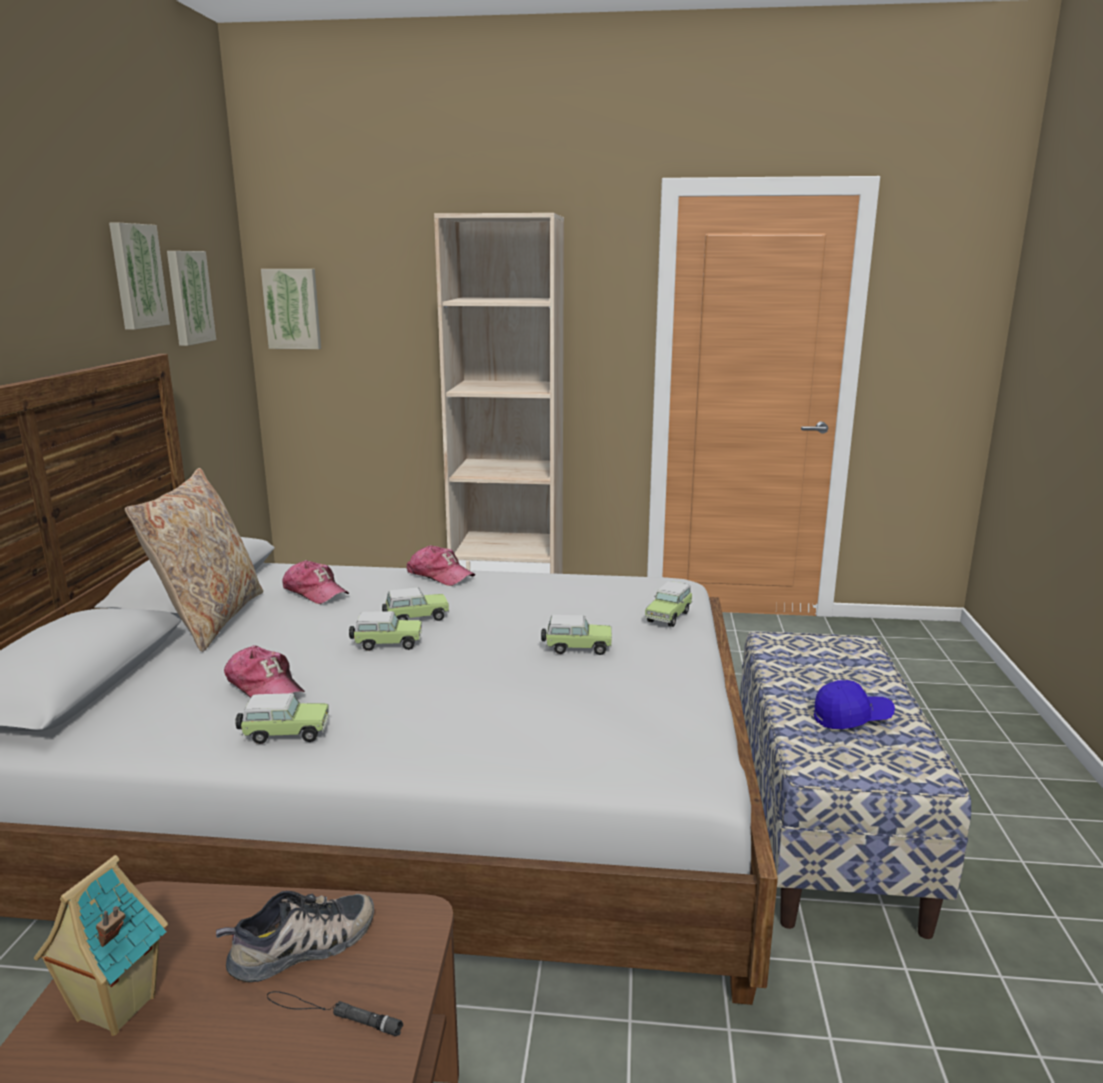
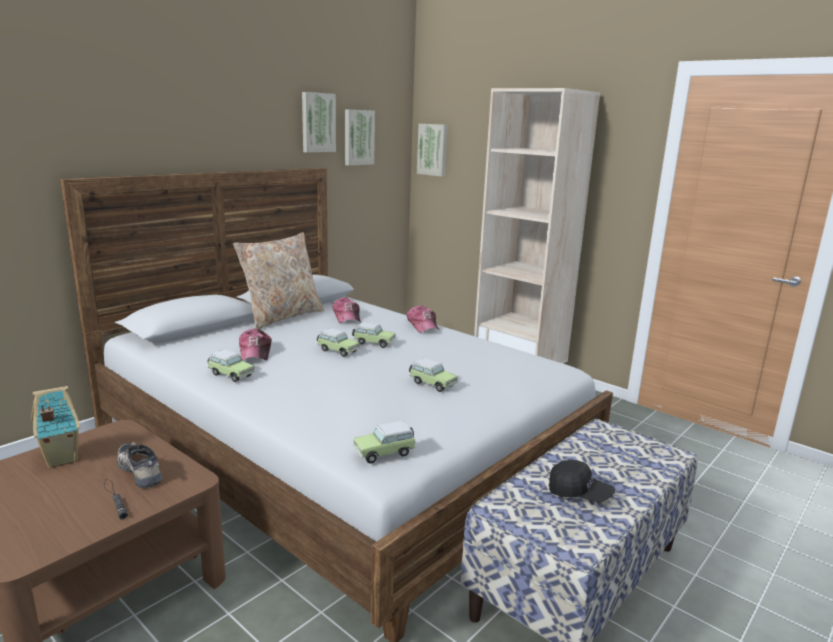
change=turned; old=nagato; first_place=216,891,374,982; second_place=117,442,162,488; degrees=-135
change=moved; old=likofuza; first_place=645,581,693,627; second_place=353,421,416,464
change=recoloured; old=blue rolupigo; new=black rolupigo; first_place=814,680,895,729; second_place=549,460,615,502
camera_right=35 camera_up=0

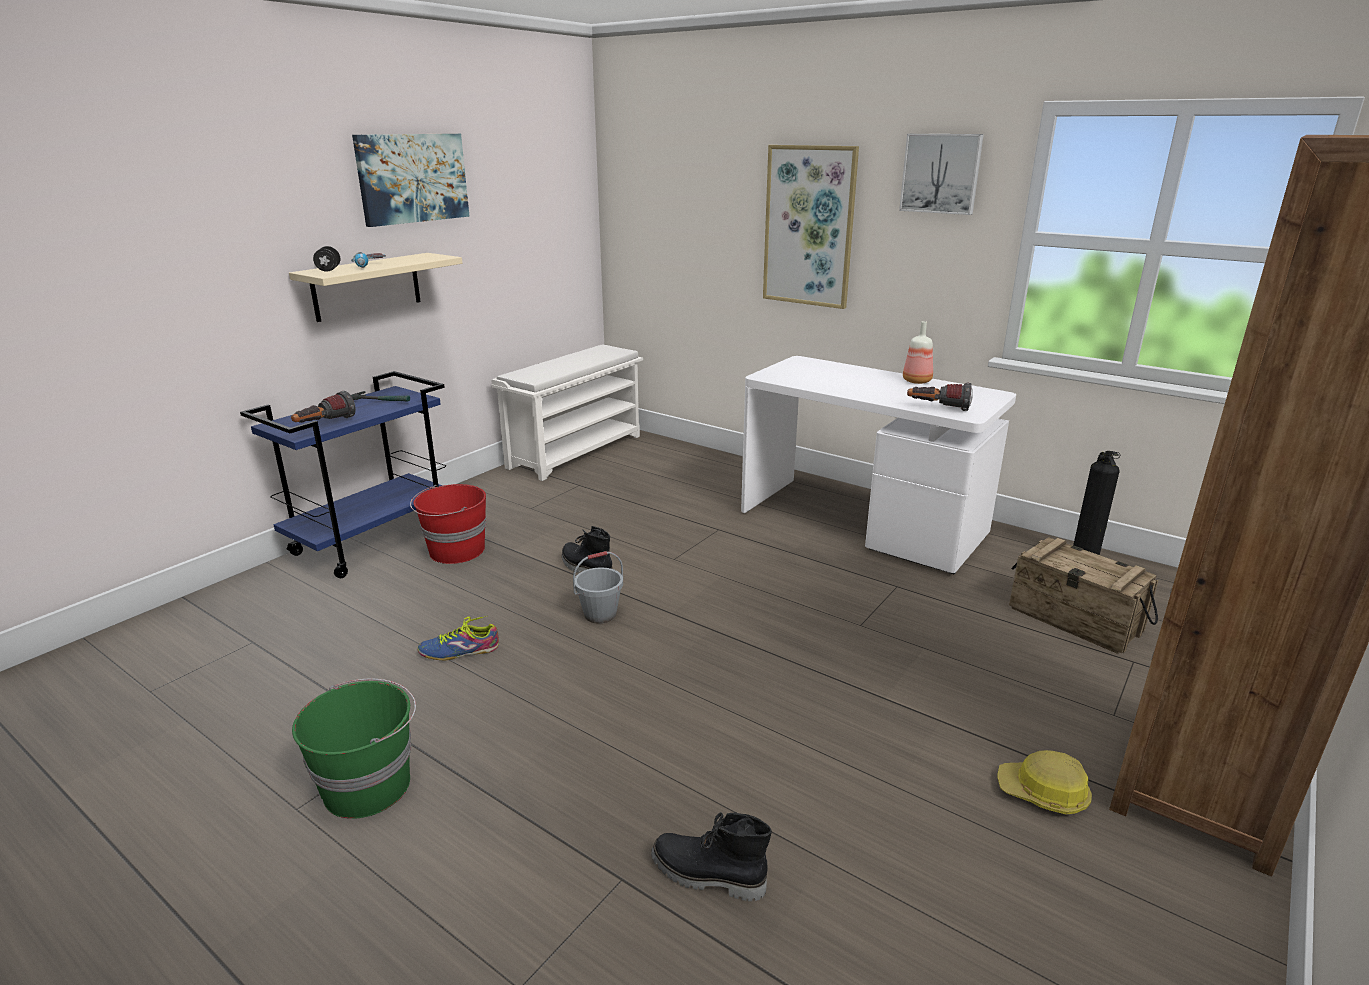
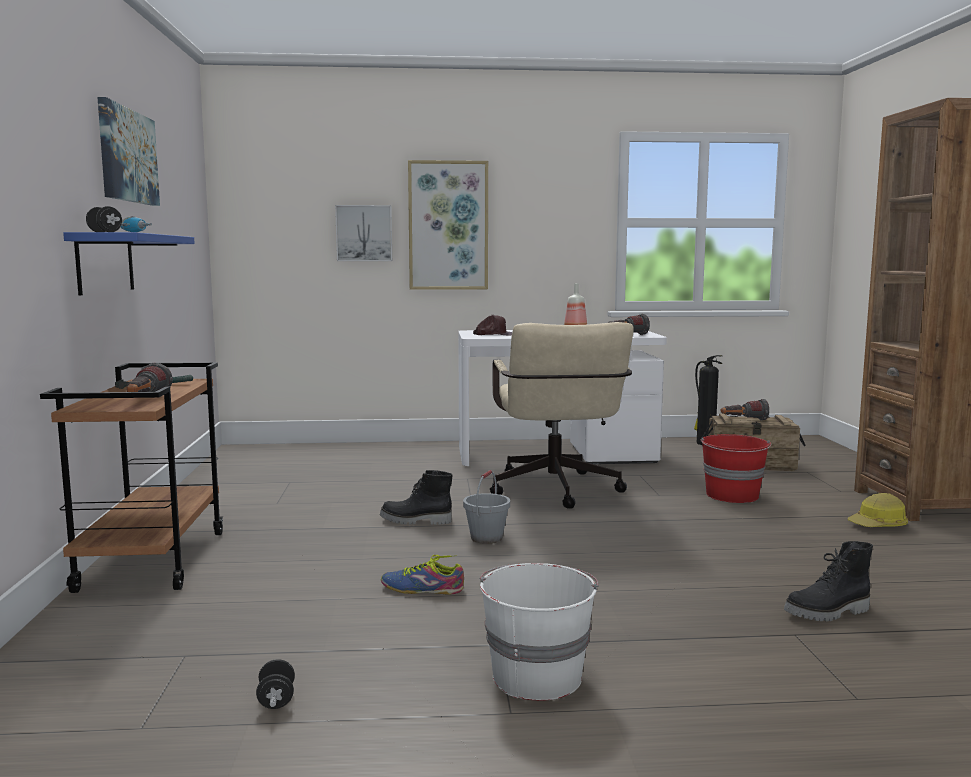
change=recoloured; old=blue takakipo; new=brown takakipo; first_place=240,371,446,578; second_place=40,362,223,593
change=recoloured; old=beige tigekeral; new=blue tigekeral; first_place=289,253,462,322; second_place=63,232,195,295
change=added; new=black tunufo; second_place=256,659,295,709
change=moved; old=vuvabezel; first_place=899,134,984,215; second_place=335,205,392,261
change=turned; old=nagato; first_place=417,616,499,660; second_place=381,555,464,594; degrees=60
change=added; new=brown rolupigo; second_place=473,315,512,336
change=recoloured; old=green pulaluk; new=white pulaluk; first_place=292,679,416,819; second_place=480,563,599,701
change=added; new=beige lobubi; second_place=490,322,634,509
change=moved; old=red pulaluk; first_place=410,484,486,564; second_place=700,434,771,503
change=added; new=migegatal; second_place=721,399,769,421
change=removed; old=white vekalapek; first_place=491,344,643,481
camera_right=-40 camera_up=-15

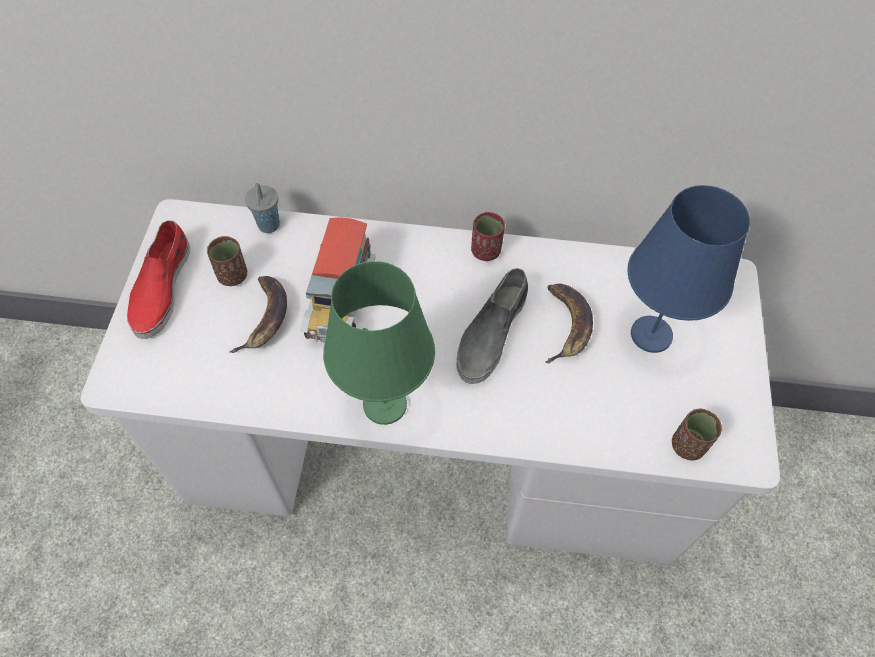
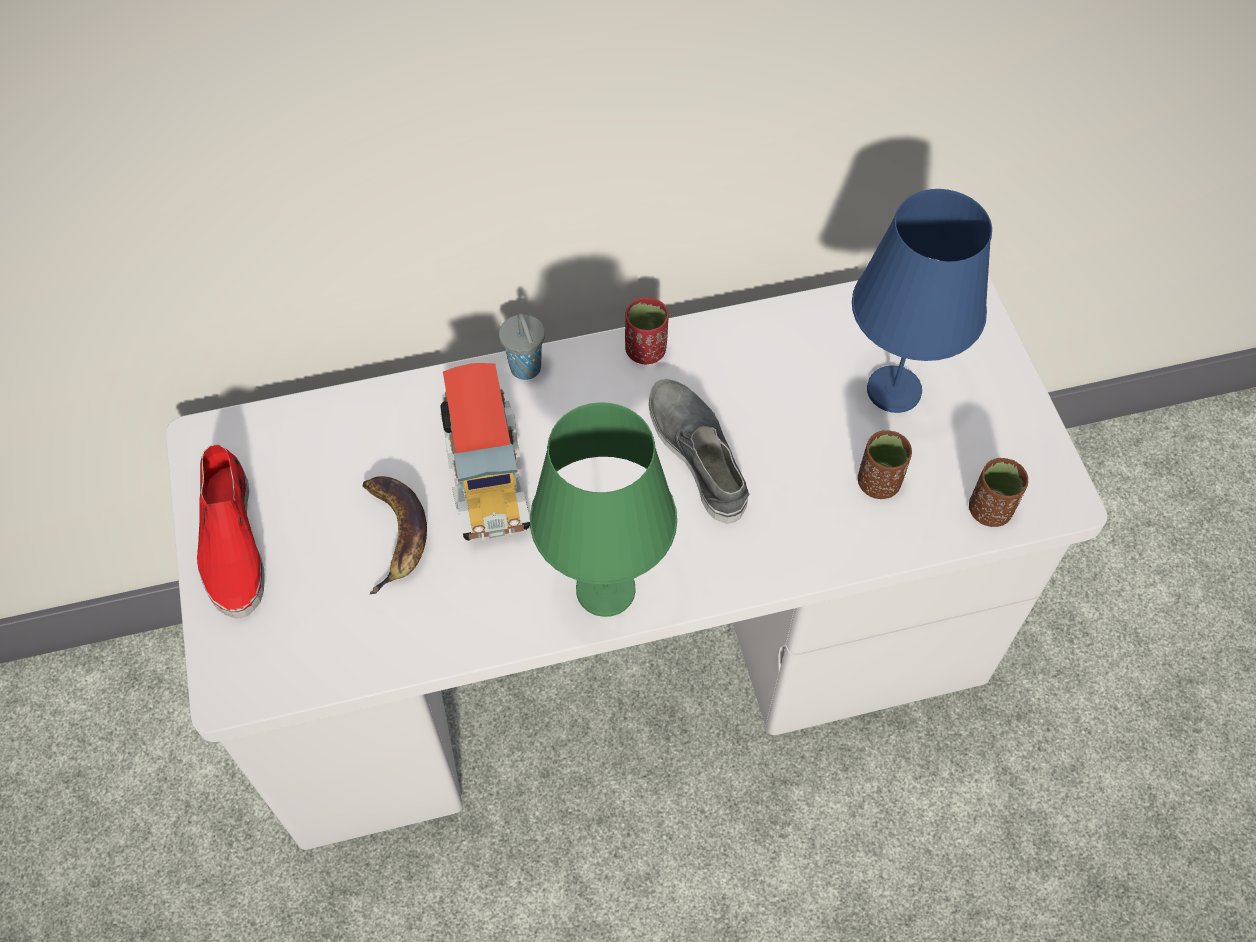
change=moved; old=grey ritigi; first_place=245,183,280,233; second_place=499,313,545,380
change=turned; old=grey nagato; first_place=457,268,528,384; second_place=649,379,750,524; degrees=150
change=moved; old=brown ritigi; first_place=207,236,247,286; second_place=858,430,912,499
change=removed; old=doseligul; first_place=545,284,593,363
camera_right=-20 camera_up=0

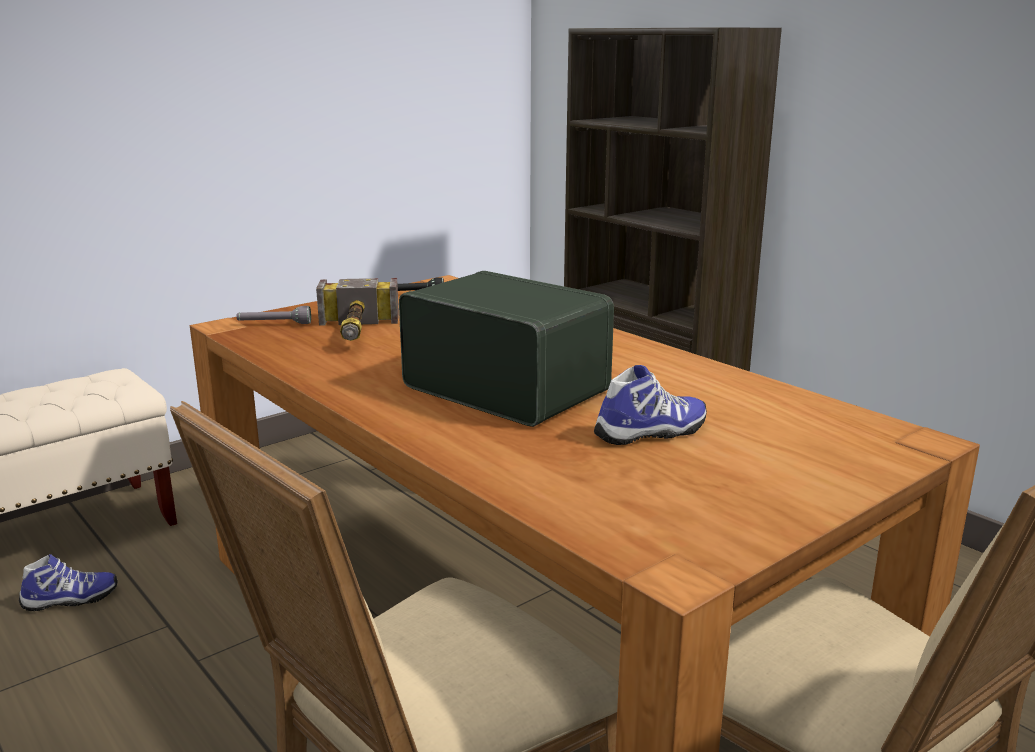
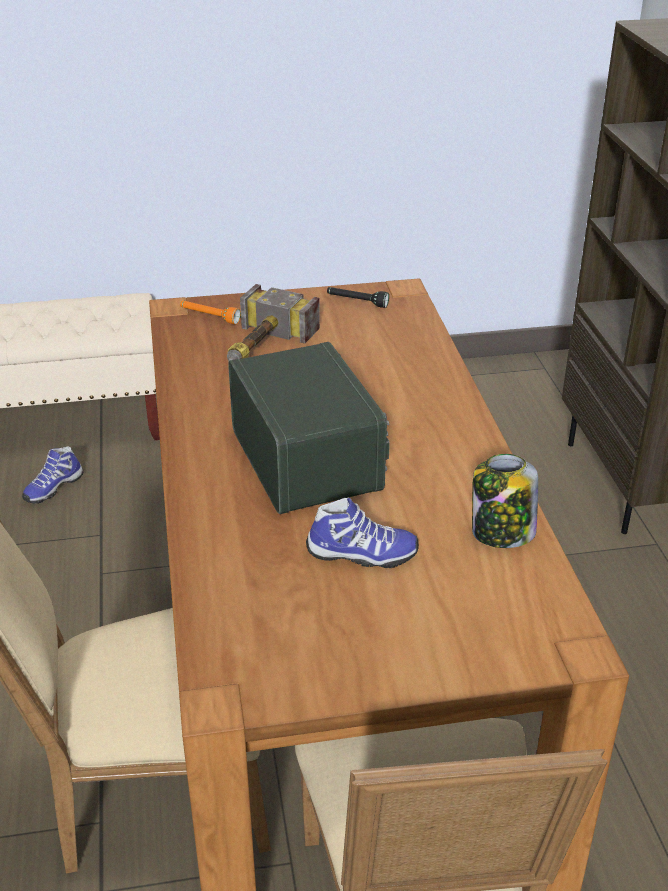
change=turned; old=nagato; first_place=19,554,118,611; second_place=22,446,84,504; degrees=120
change=recoloured; old=grey migegatal; new=orange migegatal; first_place=236,306,311,324; second_place=180,301,241,324
change=added; new=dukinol; second_place=472,454,538,548
camera_right=30 camera_up=15

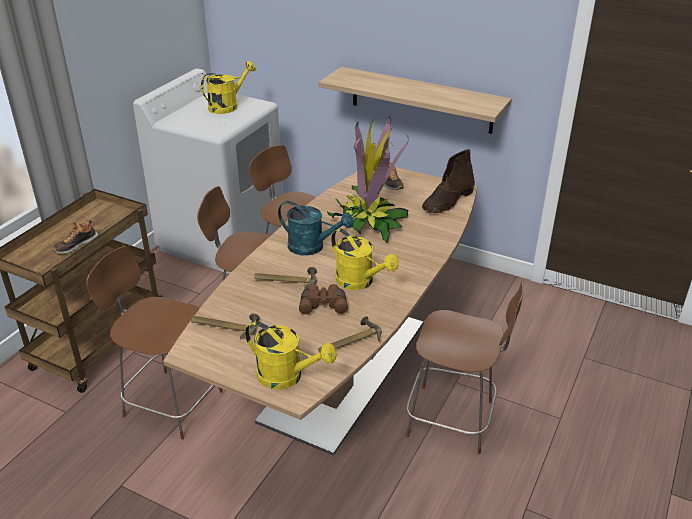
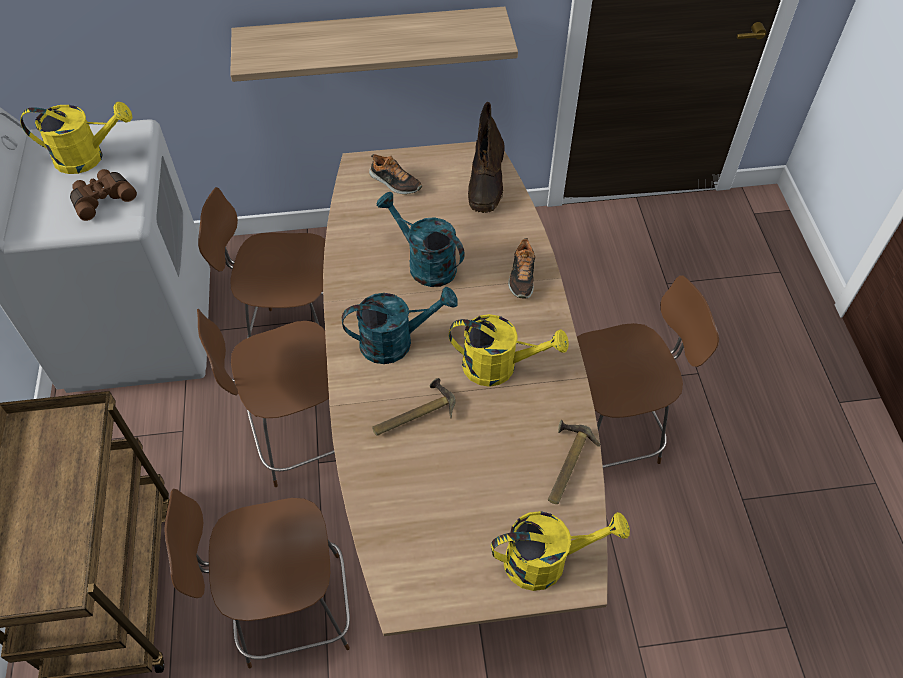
change=turned; old=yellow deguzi; first_place=201,61,256,114; second_place=20,102,132,174; degrees=75
change=moved; old=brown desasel; first_place=299,284,348,315; second_place=70,169,137,221
change=replaced; old=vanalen; new=turquoise deguzi; first_place=327,116,409,243; second_place=377,192,465,287
change=moved; old=nagato; first_place=53,220,98,254; second_place=508,238,536,299
change=removed; old=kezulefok; first_place=191,313,260,340
camera_right=-35 camera_up=20

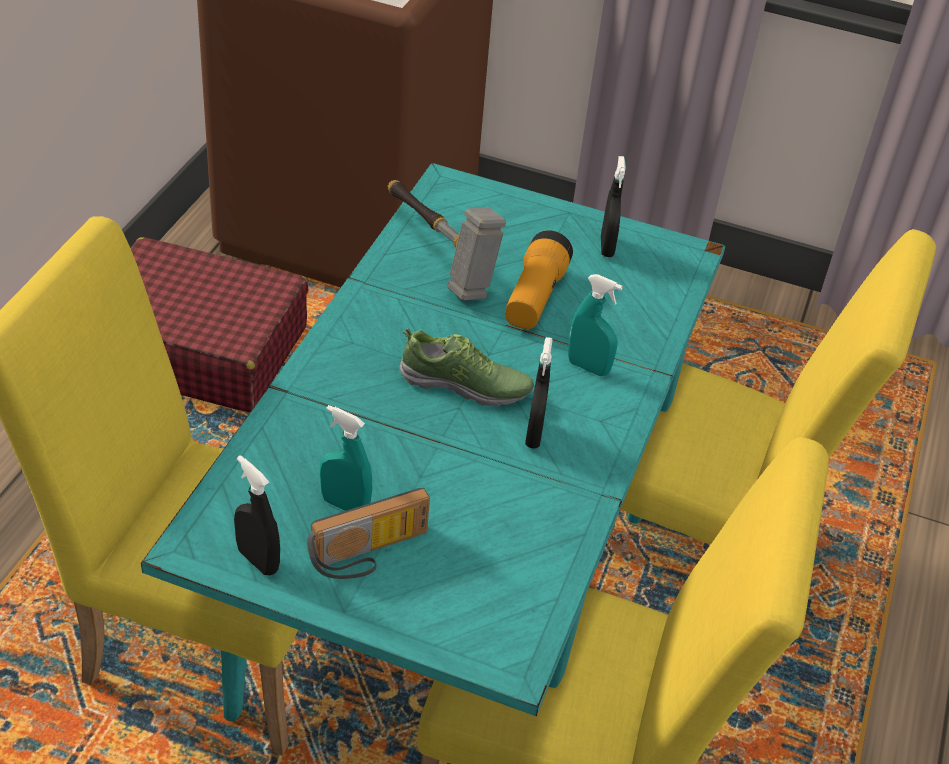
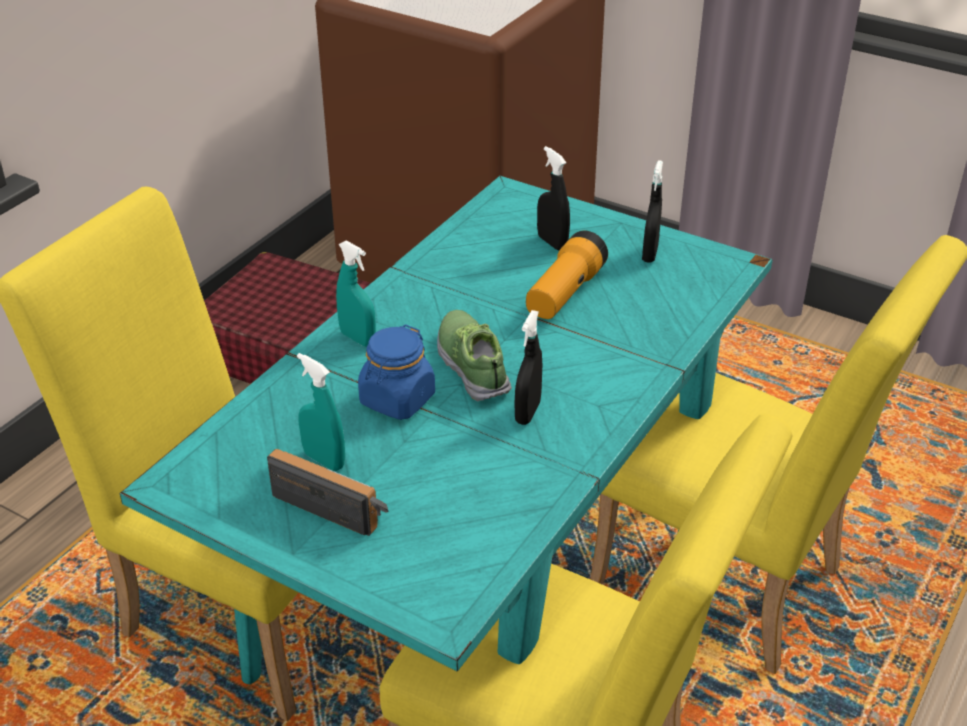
change=turned; old=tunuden; first_place=307,488,430,579; second_place=267,449,388,536; degrees=-135
change=moved; old=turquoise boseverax; first_place=568,274,623,376; second_place=336,241,376,346
change=added; new=blue dukinol; second_place=358,325,435,420
change=turned; old=nagato; first_place=400,328,534,406; second_place=437,310,512,402; degrees=-135
change=moved; old=black boseverax; first_place=234,455,280,576; second_place=537,146,570,250
change=removed; old=kezulefok; first_place=388,180,506,301
camera_right=15 camera_up=-5

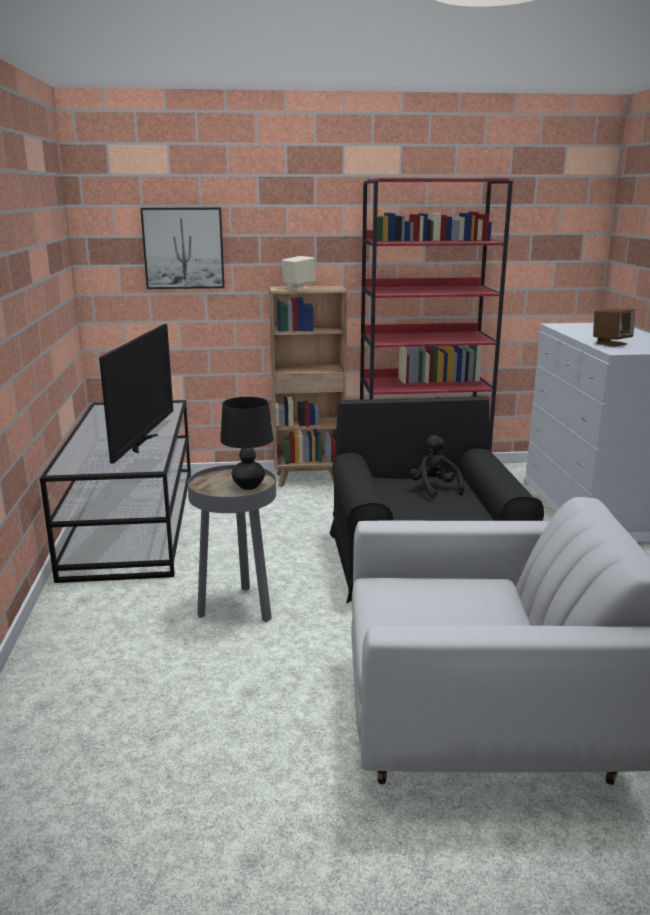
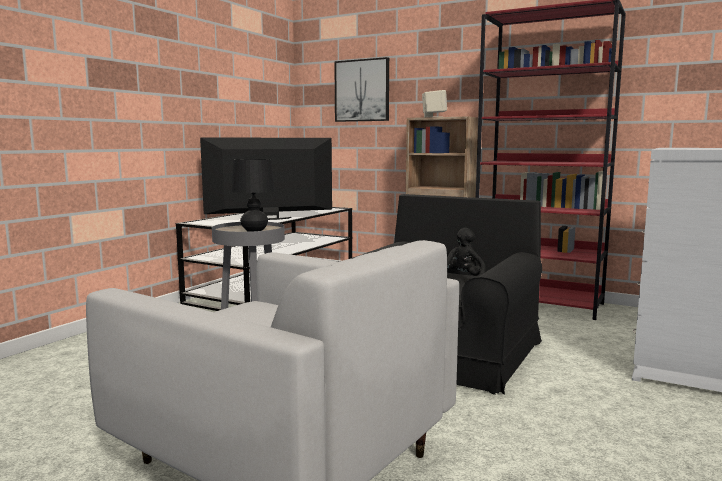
change=turned; old=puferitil; first_place=99,324,173,464; second_place=200,138,332,220; degrees=-150
change=removed; old=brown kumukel; first_place=593,308,635,347
camera_right=35 camera_up=-10

